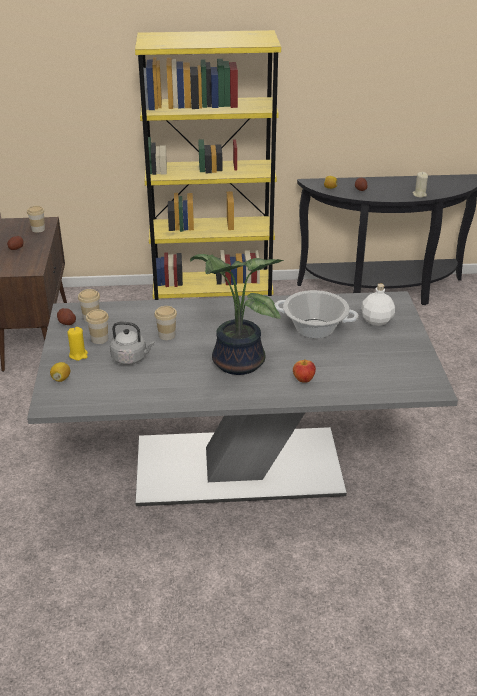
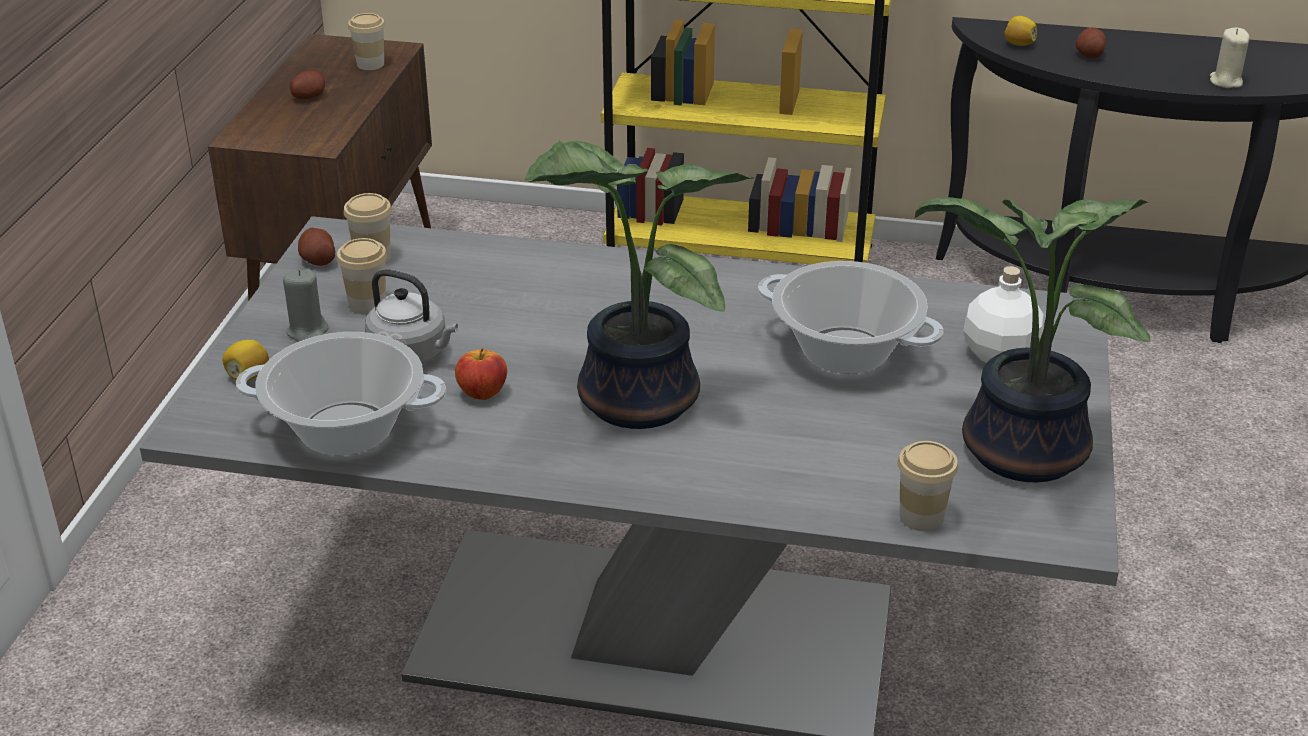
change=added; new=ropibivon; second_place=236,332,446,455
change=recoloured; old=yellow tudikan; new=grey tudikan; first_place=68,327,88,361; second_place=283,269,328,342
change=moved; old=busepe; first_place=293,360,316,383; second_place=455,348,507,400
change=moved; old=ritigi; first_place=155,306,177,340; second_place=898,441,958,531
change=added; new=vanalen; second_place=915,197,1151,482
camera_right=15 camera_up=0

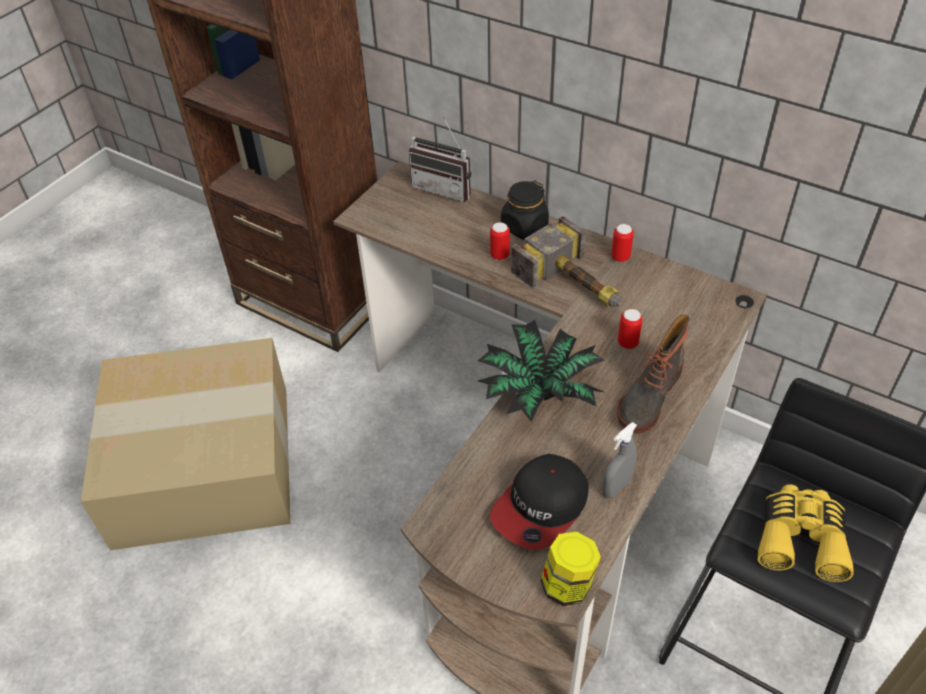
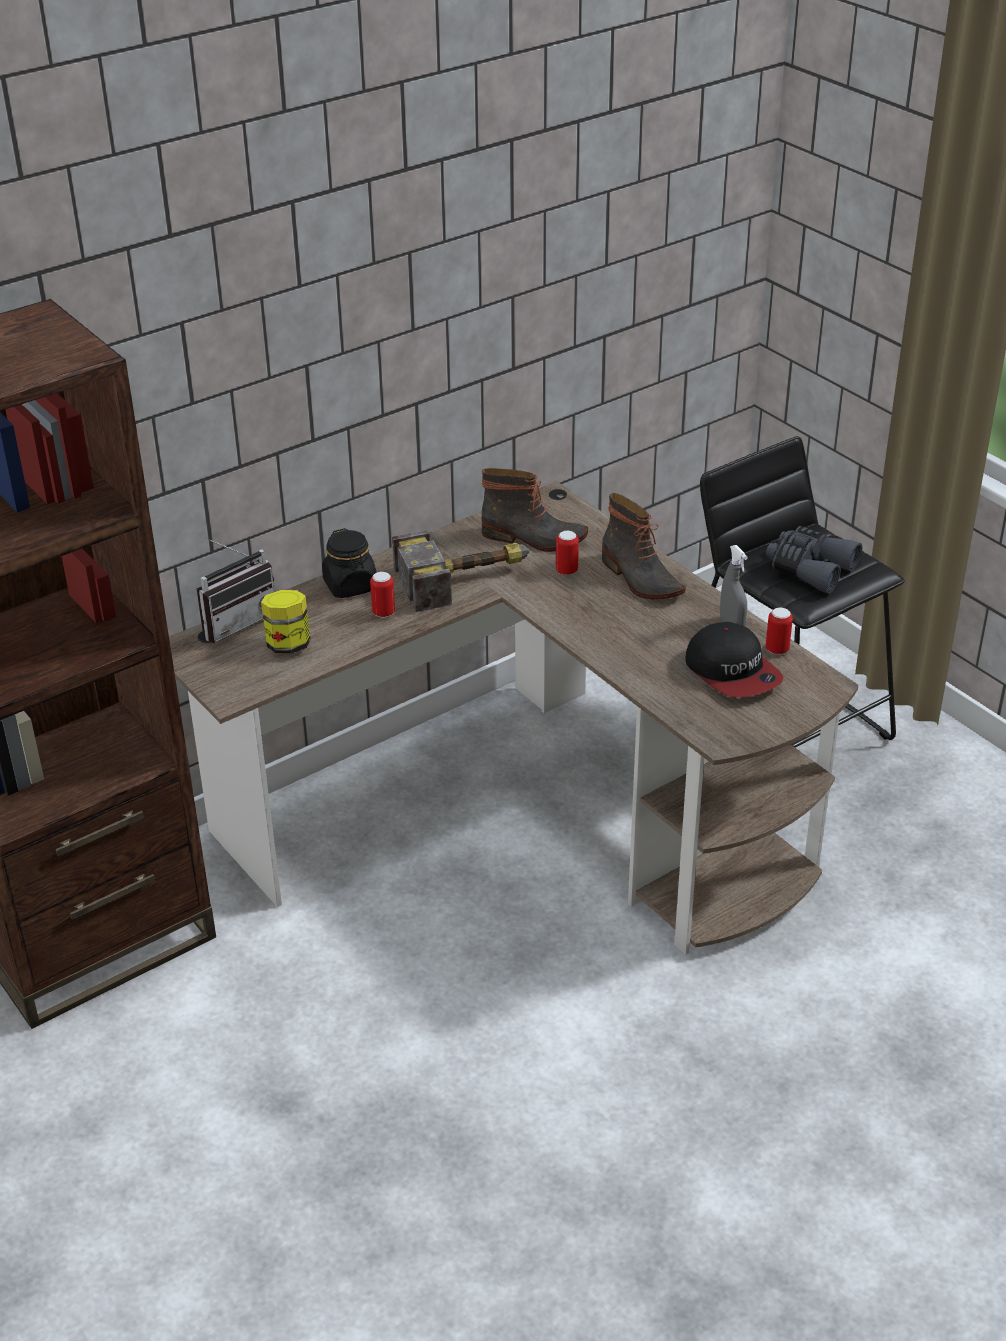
change=moved; old=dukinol; first_place=541,532,601,606; second_place=261,590,311,653
change=added; new=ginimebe; second_place=481,468,588,552
change=recoloured; old=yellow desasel; new=grey desasel; first_place=758,484,854,582; second_place=766,526,862,594
change=moved; old=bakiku; first_place=611,224,634,262; second_place=766,608,793,654
change=removed; old=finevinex; first_place=81,338,290,550
change=removed; old=vanalen; first_place=478,320,604,422
camera_right=-70 camera_up=-10

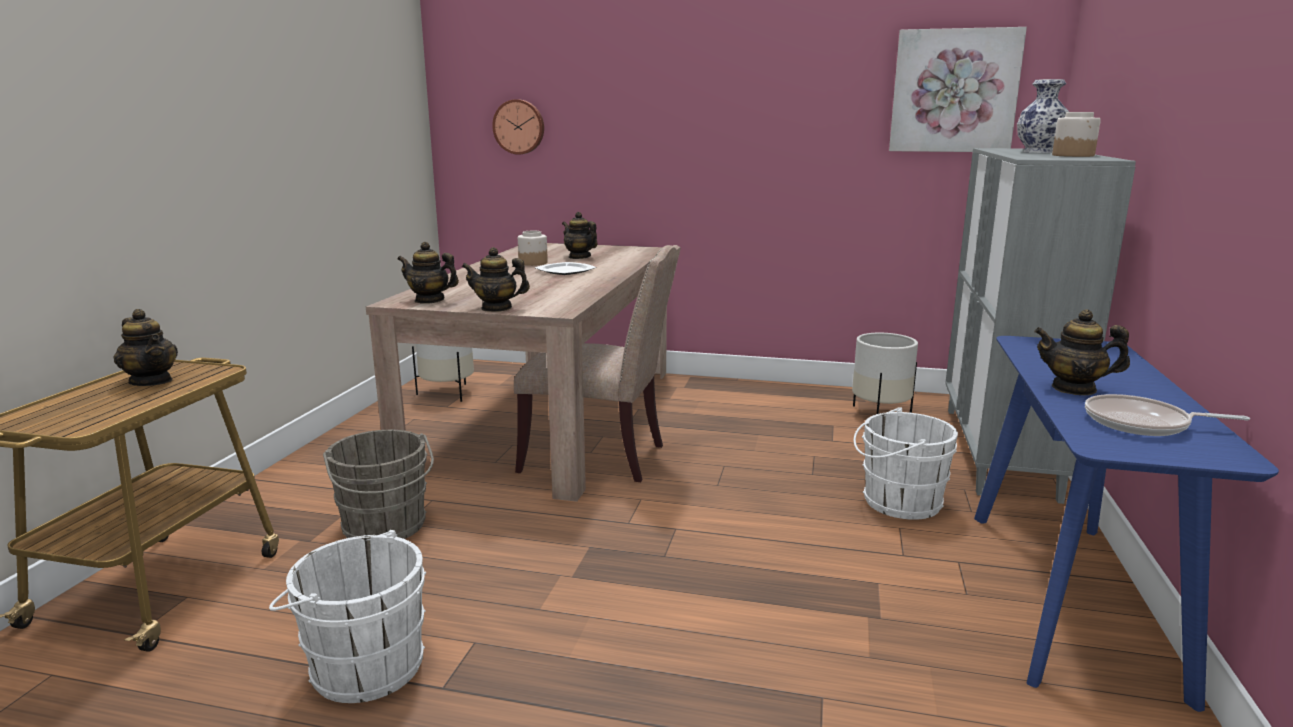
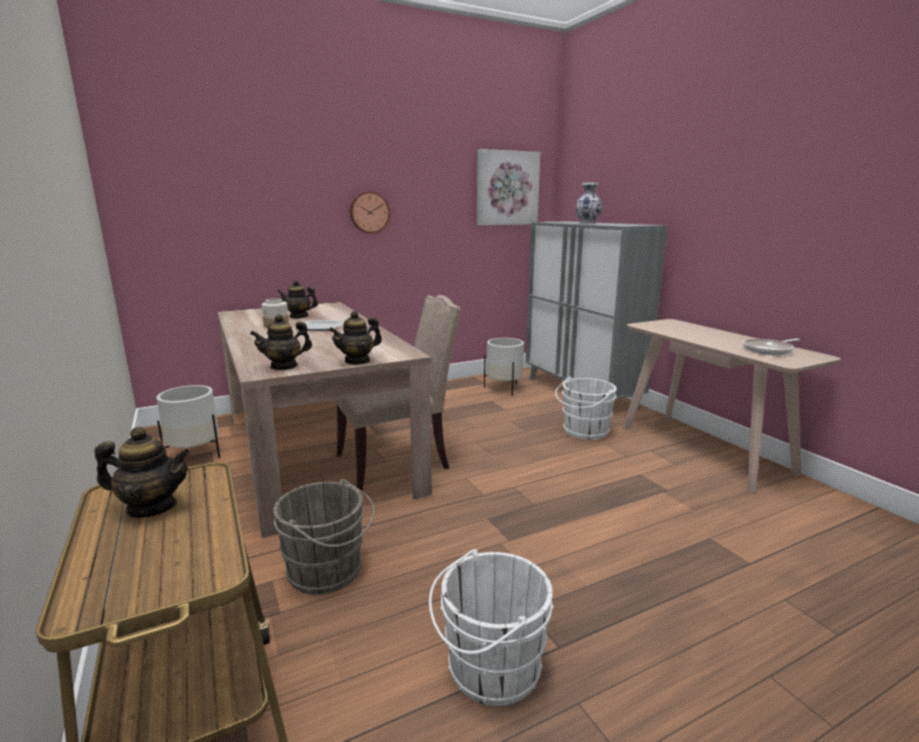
change=moved; old=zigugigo; first_place=492,99,544,155; second_place=350,191,390,234
change=recoloured; old=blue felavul; new=beige felavul; first_place=974,336,1279,712; second_place=623,319,841,493
change=removed; old=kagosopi; first_place=1034,310,1130,395
change=removed; old=dukinol; first_place=1052,112,1101,157
camera_right=-40 camera_up=0

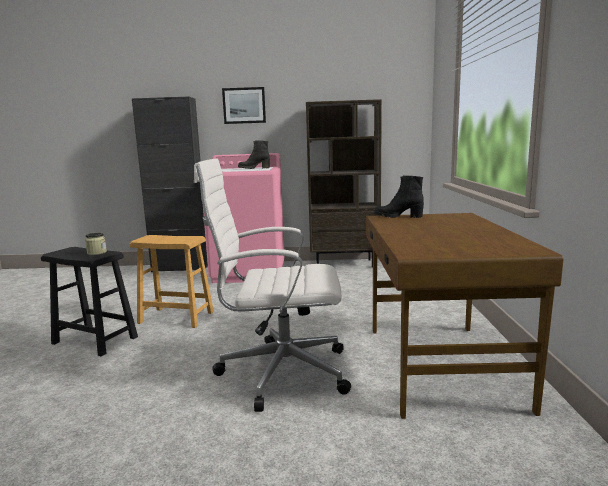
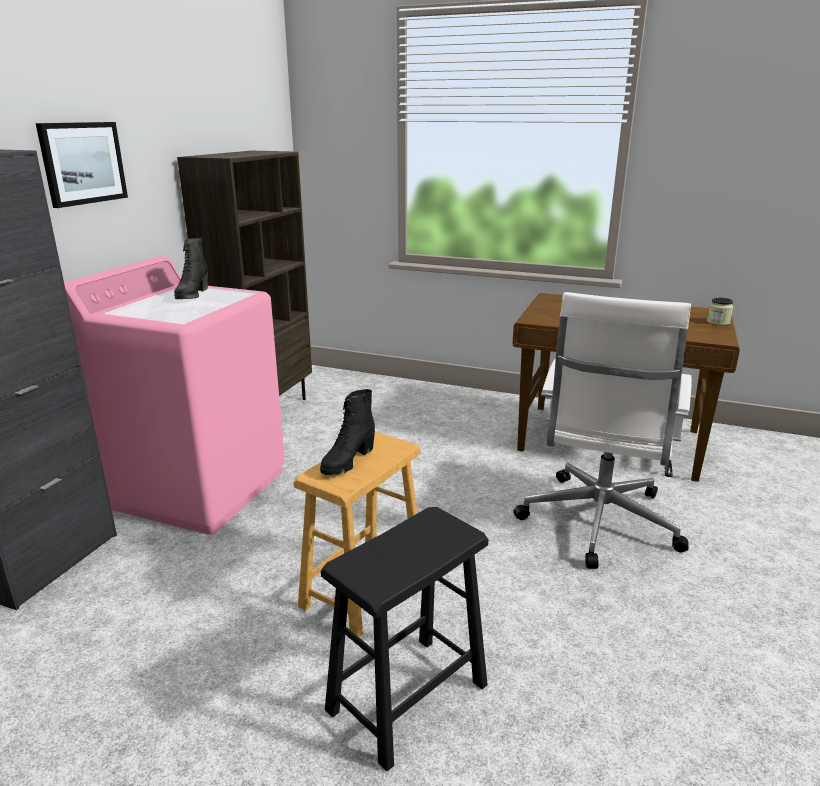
change=moved; old=black ginimebe; first_place=374,175,424,218; second_place=320,389,375,475
change=moved; old=dukinol; first_place=85,233,107,255; second_place=707,297,733,325
camera_right=-70 camera_up=10

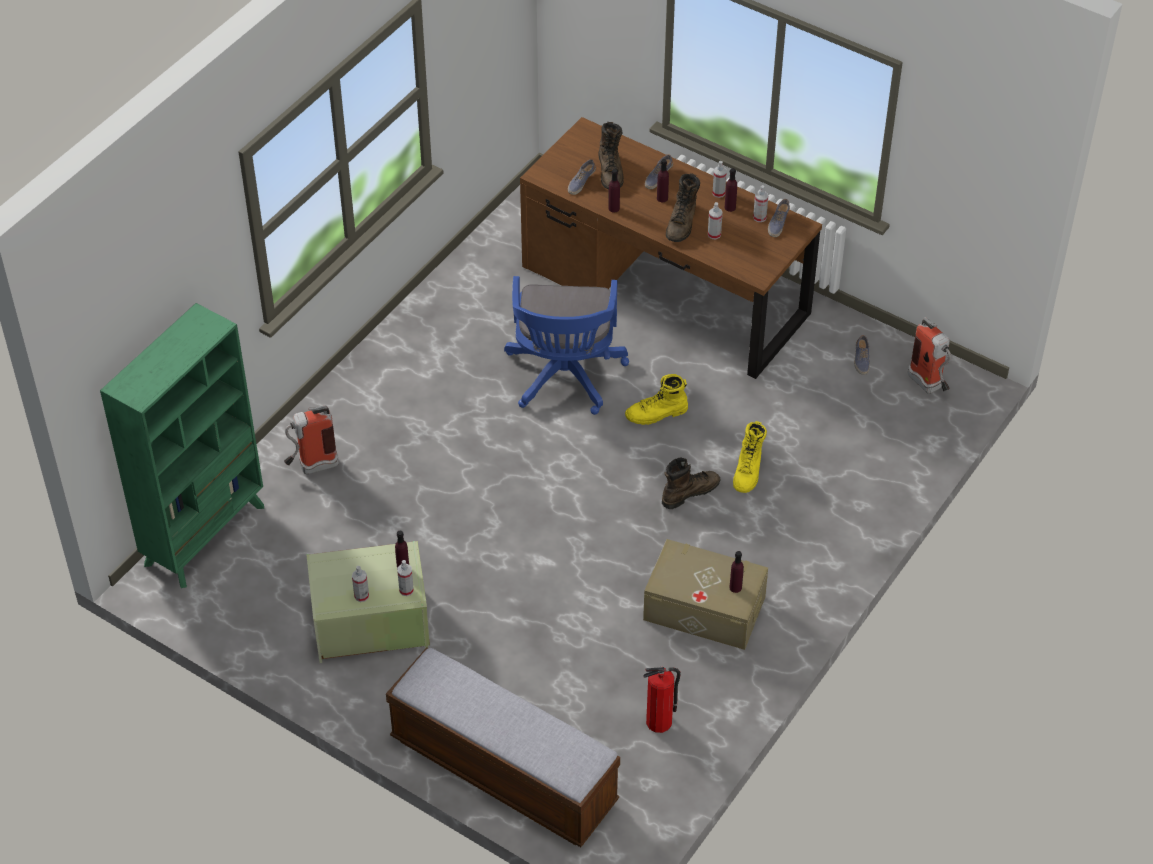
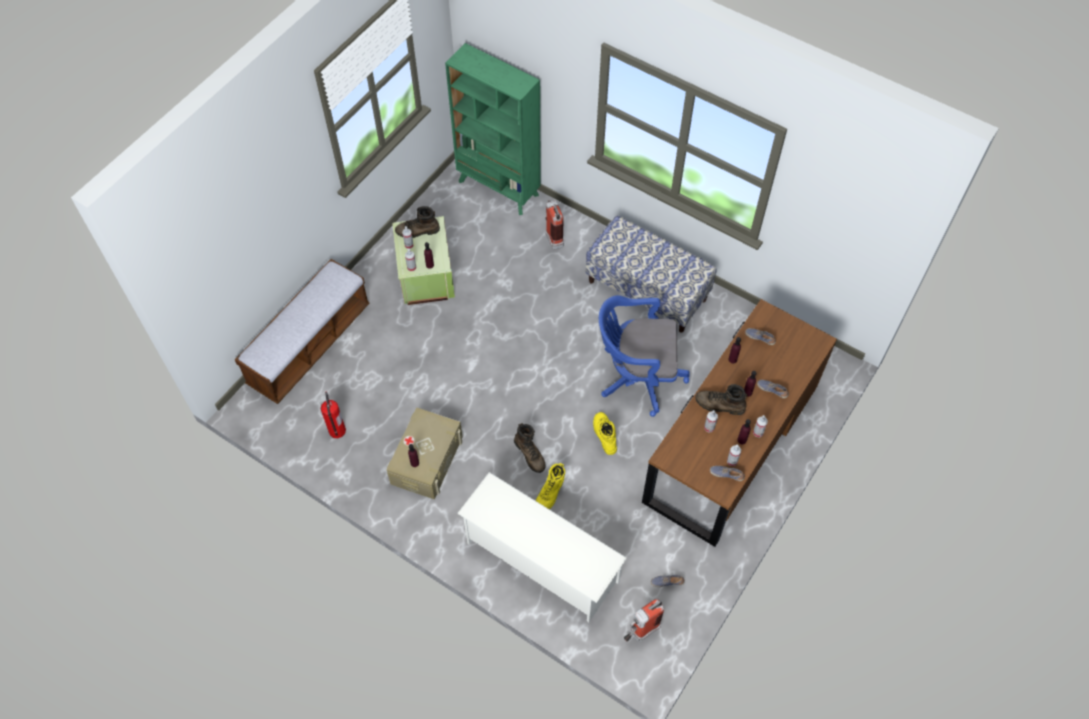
change=moved; old=brown ginimebe; first_place=598,122,624,190; second_place=395,206,440,238
change=added; new=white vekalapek; second_place=457,472,627,622
change=turned; old=yellow ginimebe; first_place=733,421,767,493; second_place=535,463,565,509; degrees=-75
change=added; new=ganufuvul; second_place=585,216,717,333
camera_right=90 camera_up=10

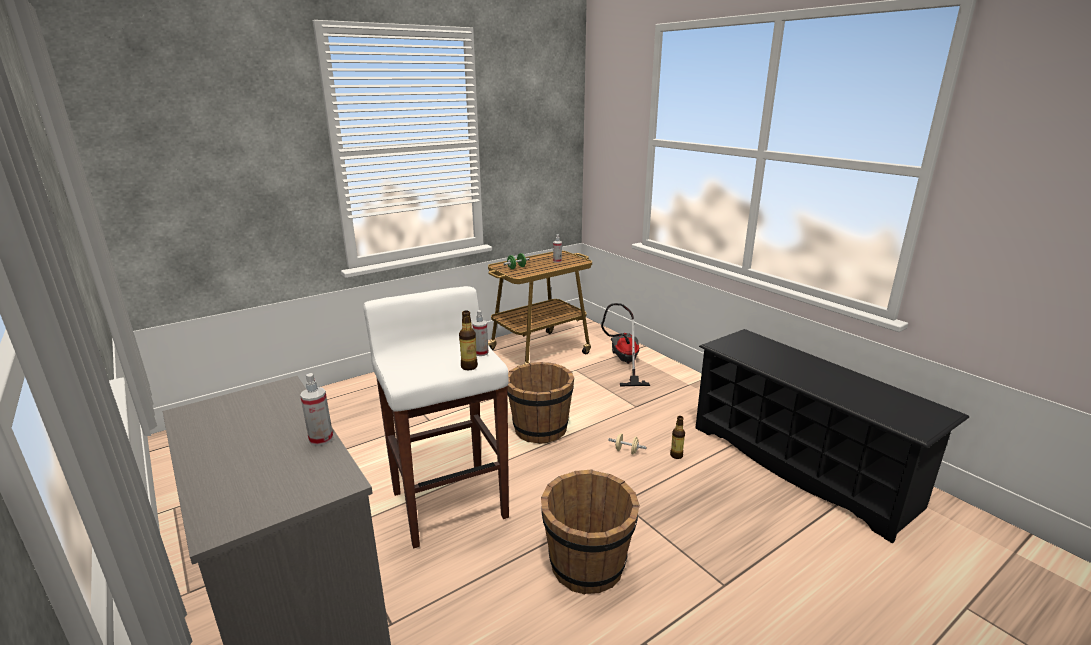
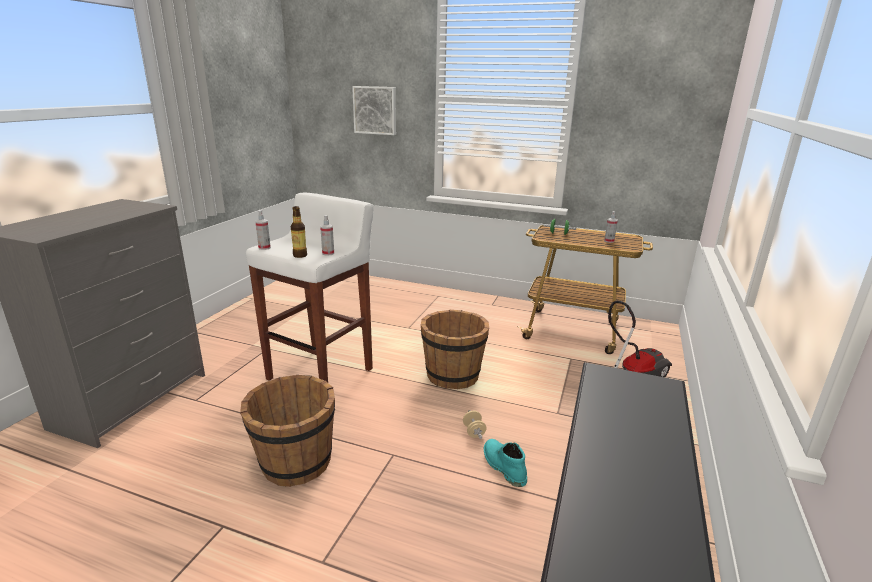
change=moved; old=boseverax; first_place=300,373,333,446; second_place=255,210,271,250
change=added; new=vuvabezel; second_place=352,86,396,135
change=replaced; old=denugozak; new=turquoise ginimebe; first_place=670,416,685,459; second_place=484,439,527,487
camera_right=55 camera_up=0

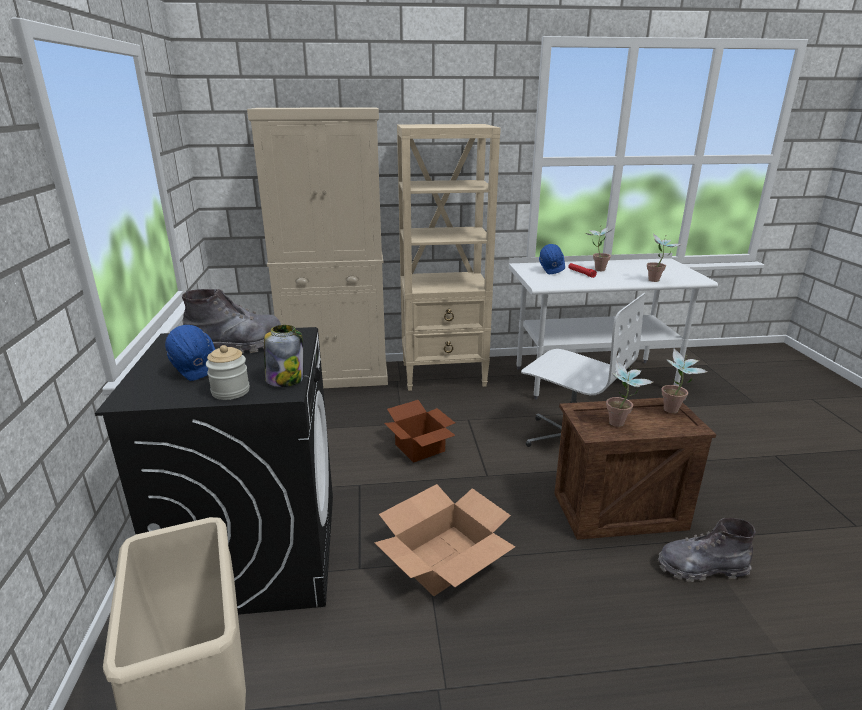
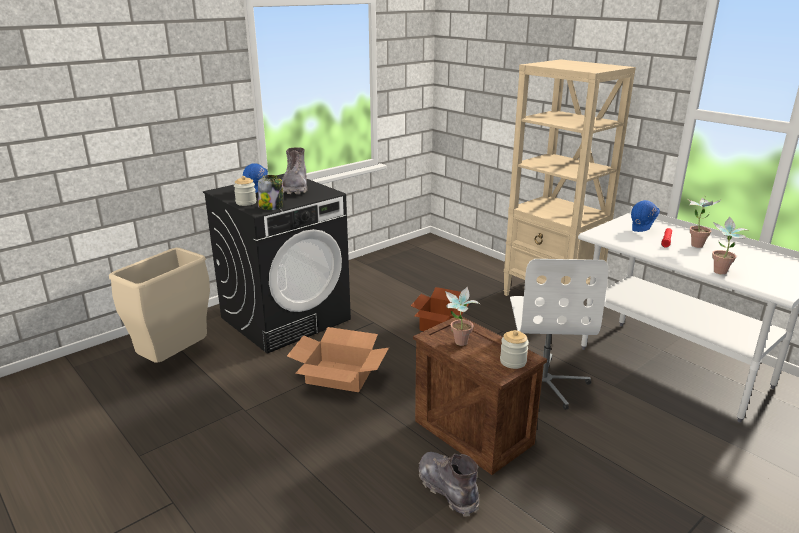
change=turned; old=grey ginimebe; first_place=182,289,281,353; second_place=282,147,307,194; degrees=45
change=replaced; old=vanalen; new=dukinol; first_place=661,348,708,413; second_place=500,330,529,369
change=removed; old=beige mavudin; first_place=247,107,388,388
camera_right=55 camera_up=0

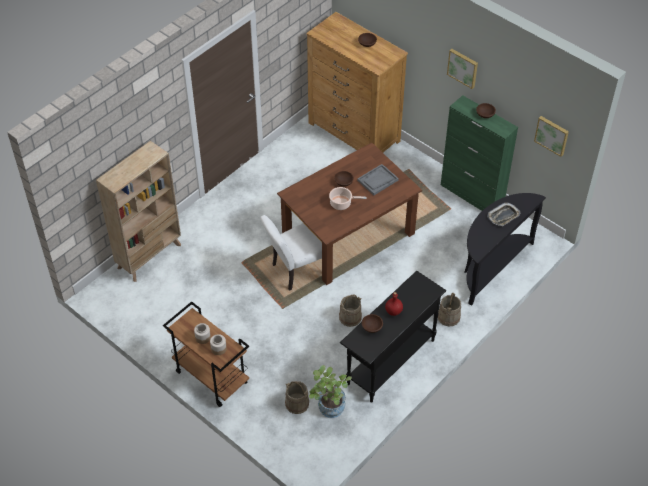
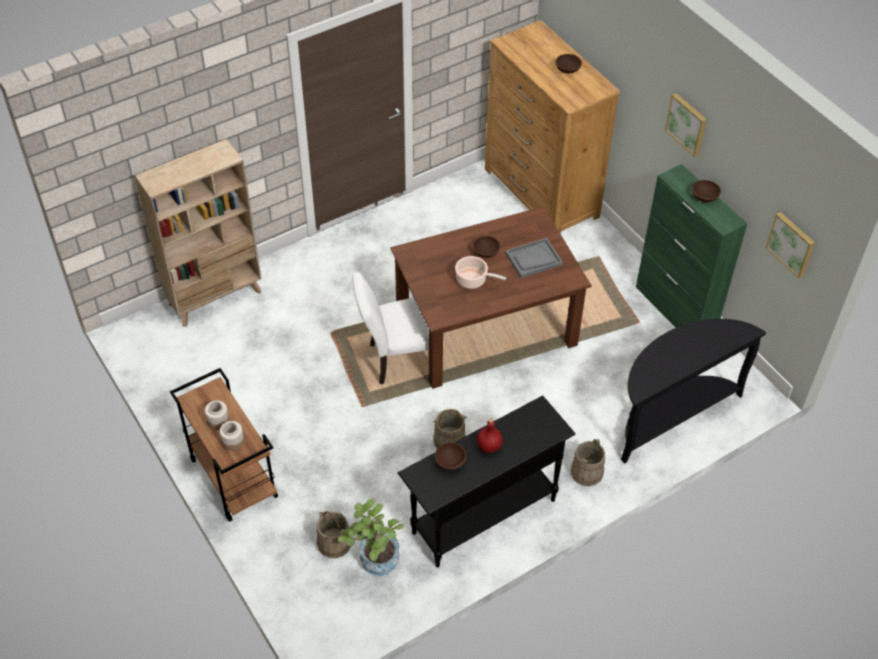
change=removed; old=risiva; first_place=487,203,520,226
camera_right=15 camera_up=0

